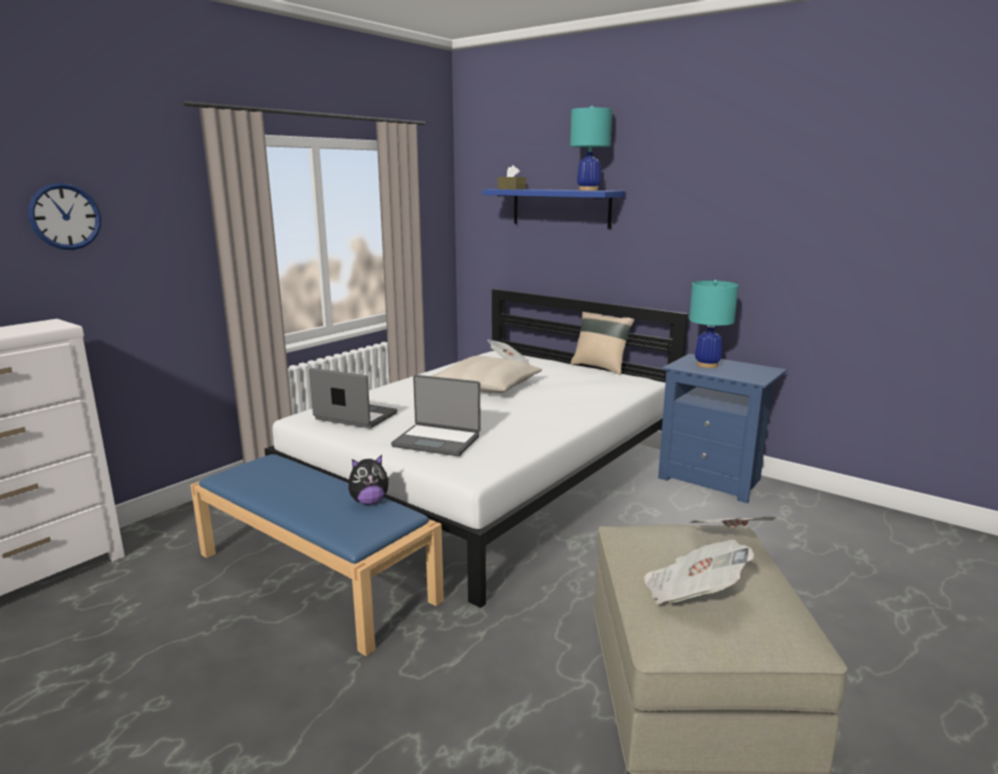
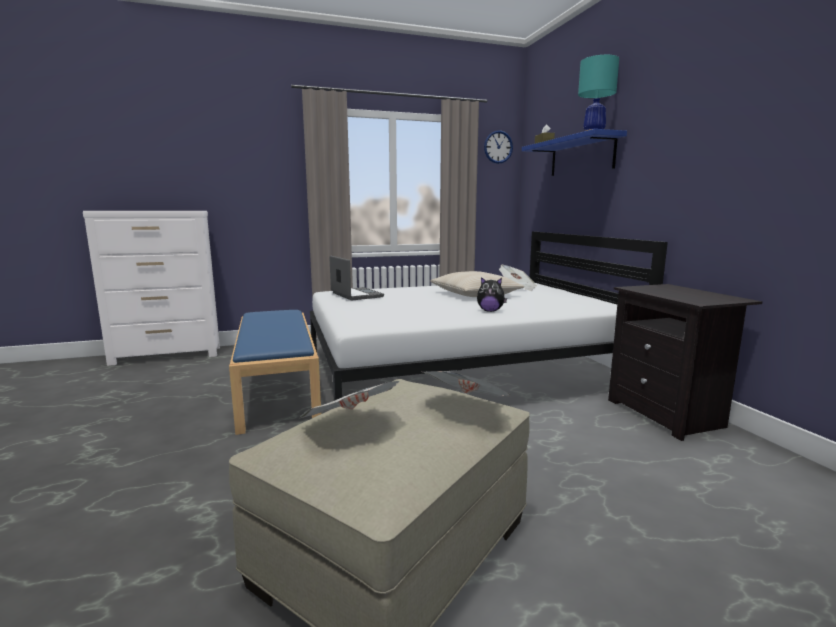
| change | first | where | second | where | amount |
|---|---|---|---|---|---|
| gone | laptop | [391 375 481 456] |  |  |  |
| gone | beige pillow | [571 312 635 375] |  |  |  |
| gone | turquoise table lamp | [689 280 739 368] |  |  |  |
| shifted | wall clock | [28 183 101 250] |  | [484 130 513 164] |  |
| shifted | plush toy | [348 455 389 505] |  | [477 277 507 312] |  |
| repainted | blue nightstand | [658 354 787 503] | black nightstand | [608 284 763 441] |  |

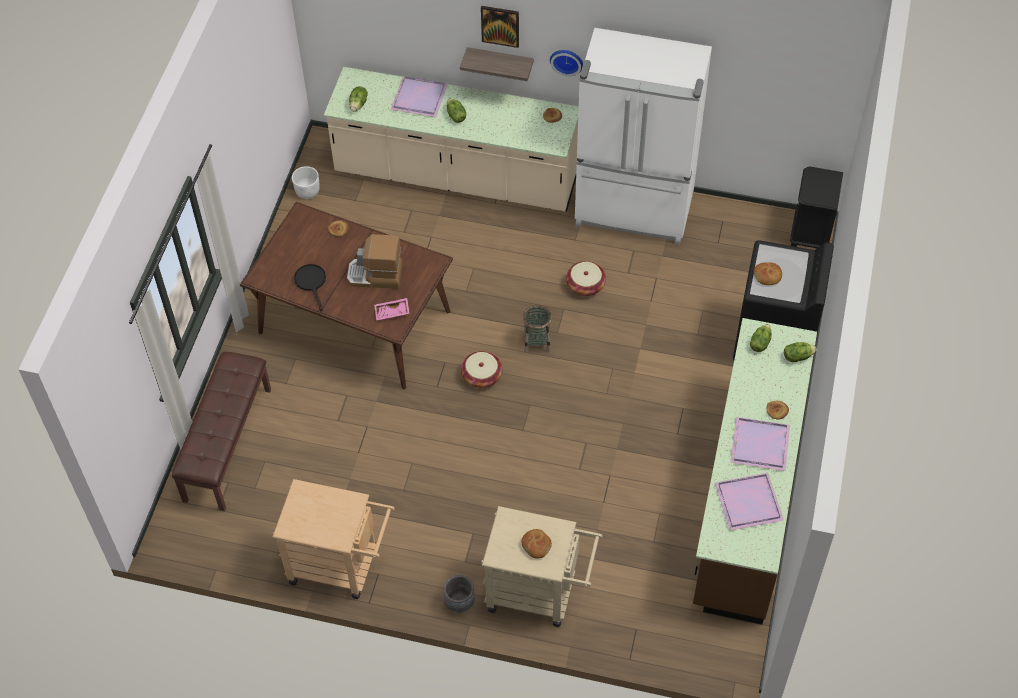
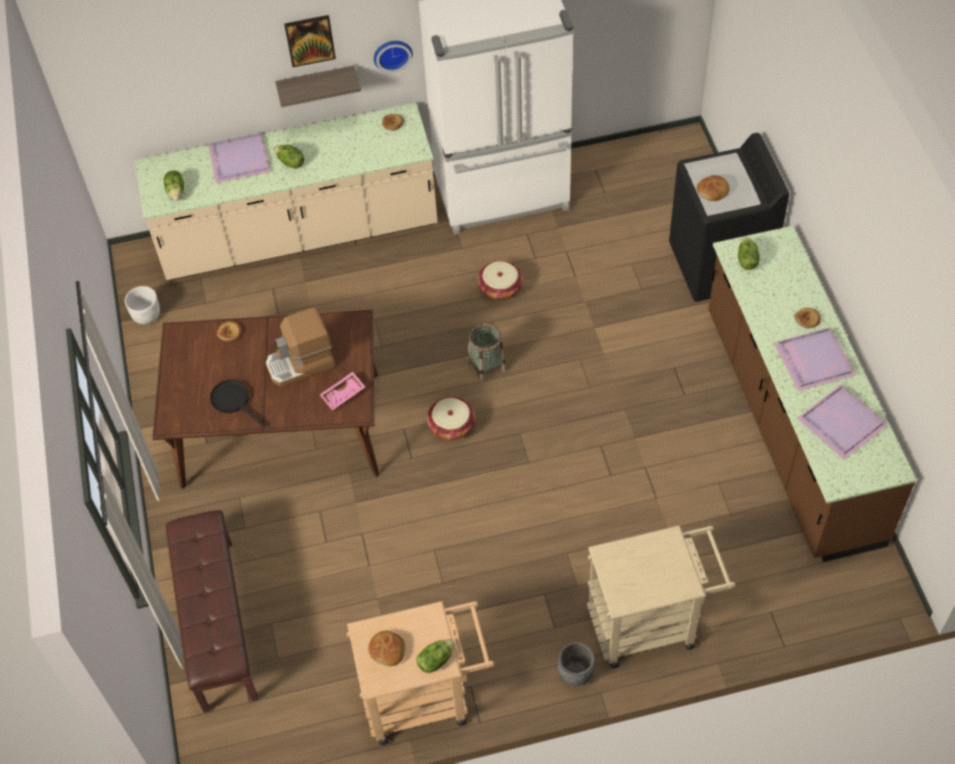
| change | first | where | second | where | amount |
|---|---|---|---|---|---|
| gone | black nightstand | [790 166 843 248] |  |  |  |
| shifted | bread | [521 529 552 559] |  | [368 631 405 666] |  |
| shifted | lettuce | [784 342 817 362] |  | [416 639 455 673] |  |

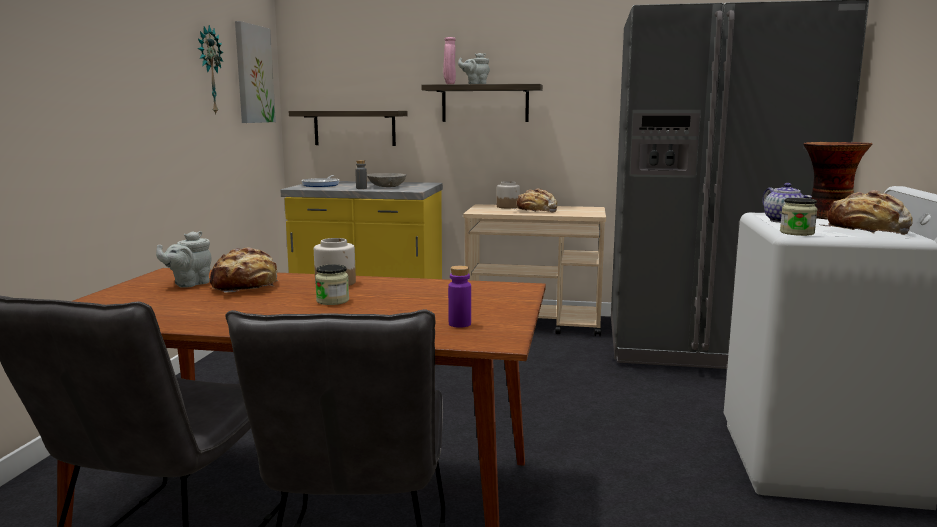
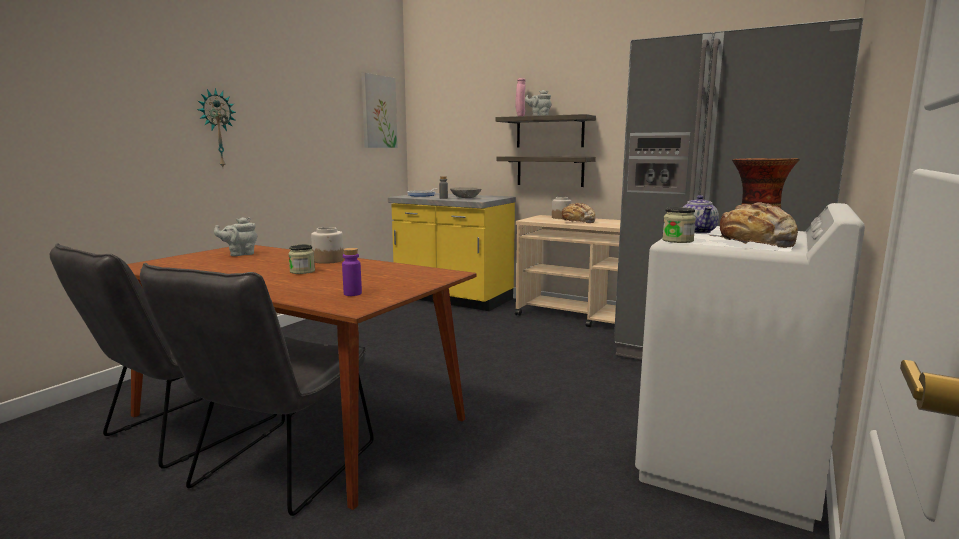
| change | first | where | second | where | amount |
|---|---|---|---|---|---|
| gone | bread | [210 248 278 293] |  |  |  |
| shifted | wall clock | [198 25 223 114] |  | [197 88 236 167] |  |
| shifted | shelf | [289 111 408 146] |  | [496 156 596 187] |  |

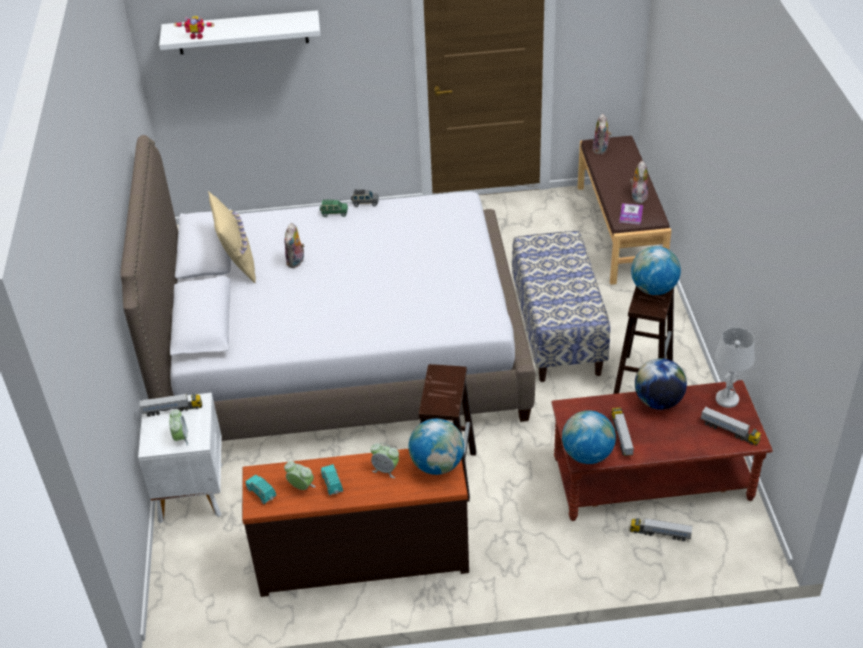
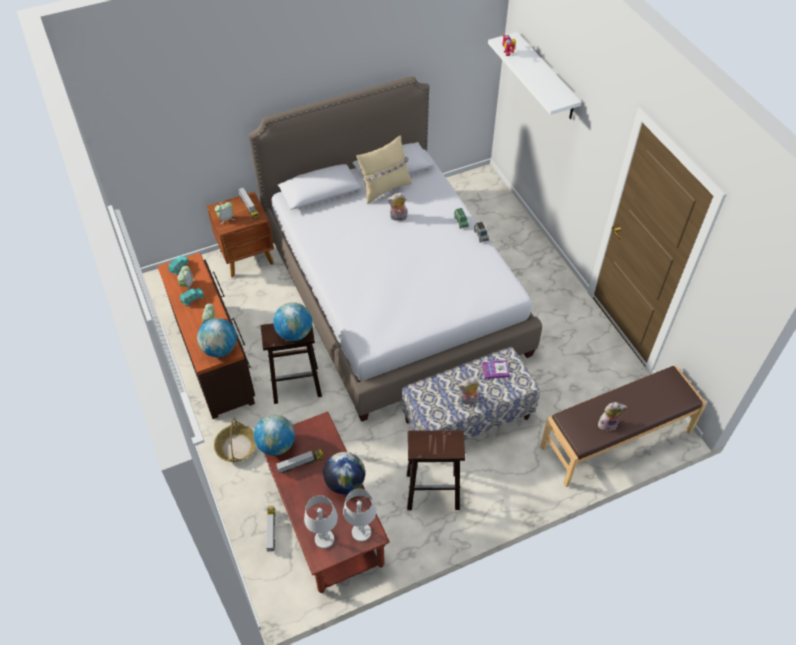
| change | first | where | second | where | amount |
|---|---|---|---|---|---|
| new |  |  | basket | [214 418 256 462] |  |
| shifted | plush toy | [592 114 612 155] |  | [458 378 480 405] |  |
| shifted | book | [619 203 643 225] |  | [482 360 510 379] |  |
| shifted | globe | [631 246 681 295] |  | [273 302 312 341] |  |
| swapped | toy truck | [701 407 761 446] | white table lamp | [304 495 338 549] |  |
| repainted | white nightstand | [138 393 223 523] | brown nightstand | [207 192 274 277] |  |

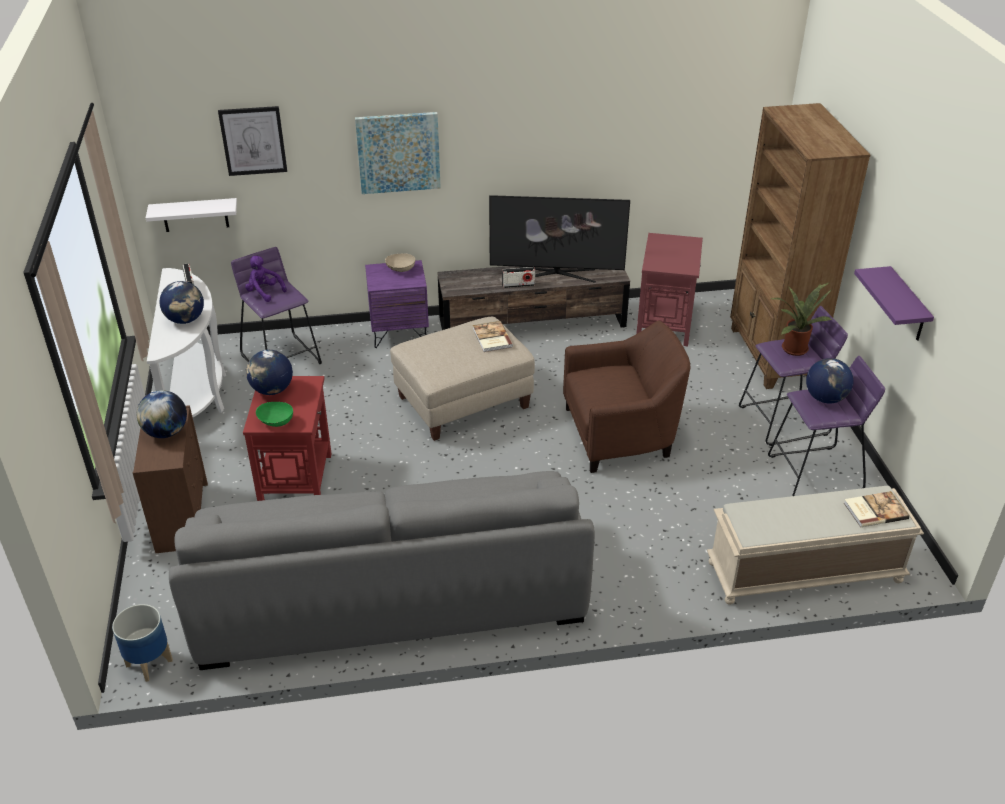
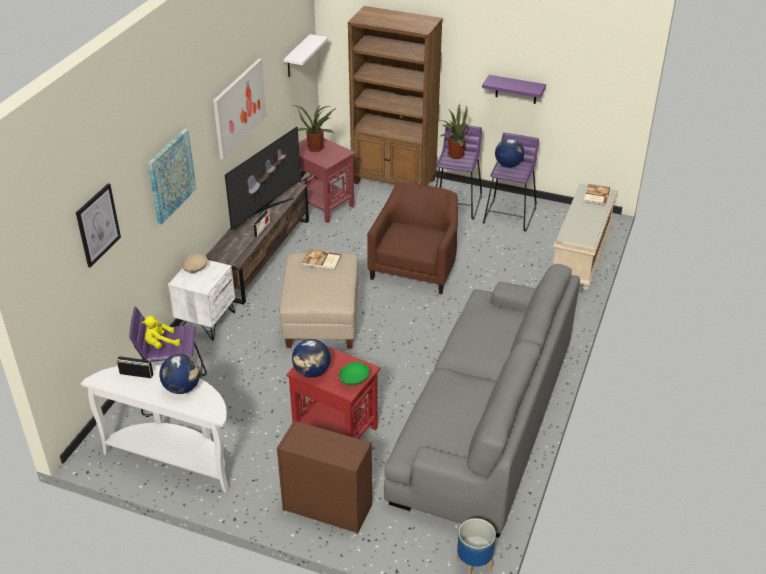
| change | first | where | second | where | amount |
|---|---|---|---|---|---|
| gone | globe | [137 390 187 438] |  |  |  |
| new |  |  | picture | [213 59 267 159] |  |
| new |  |  | potted plant | [293 105 336 152] |  |
| shifted | white shelf | [146 198 237 232] |  | [284 34 328 77] |  |
| repainted | purple plush toy | [245 256 287 302] | yellow plush toy | [142 316 180 349] |  |
| repainted | purple nightstand | [365 260 429 348] | white nightstand | [168 260 235 340] |  |

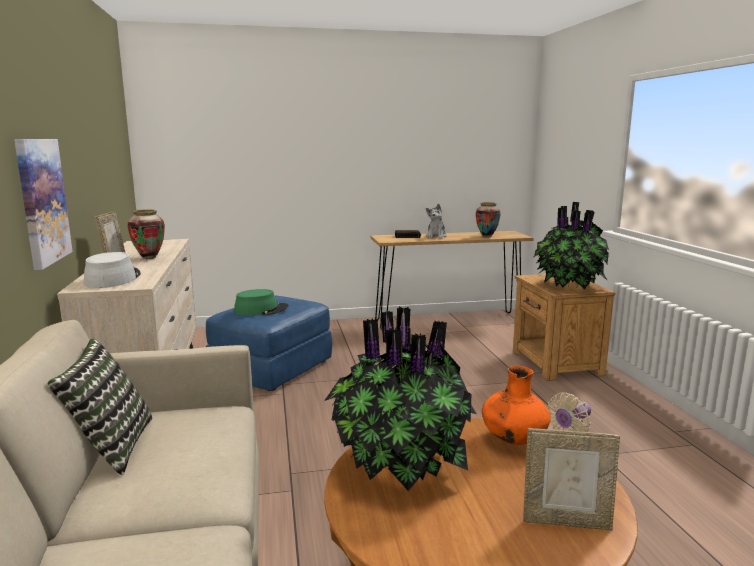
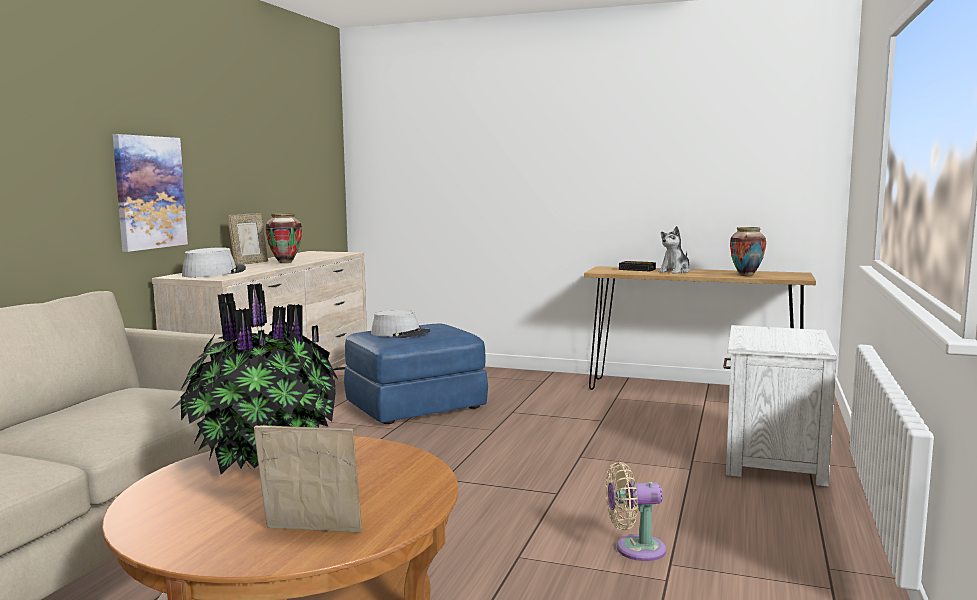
| change | first | where | second | where | amount |
|---|---|---|---|---|---|
| gone | pillow | [48 339 153 476] |  |  |  |
| gone | orange vase | [482 366 551 445] |  |  |  |
| gone | potted plant | [534 202 609 289] |  |  |  |
| repainted | green hat | [234 289 289 316] | grey hat | [371 310 431 338] |  |
| repainted | brown nightstand | [513 274 615 381] | white nightstand | [723 325 837 487] |  |
| rotated | picture frame | [523 428 620 531] |  | [254 425 362 533] | 150 degrees clockwise |

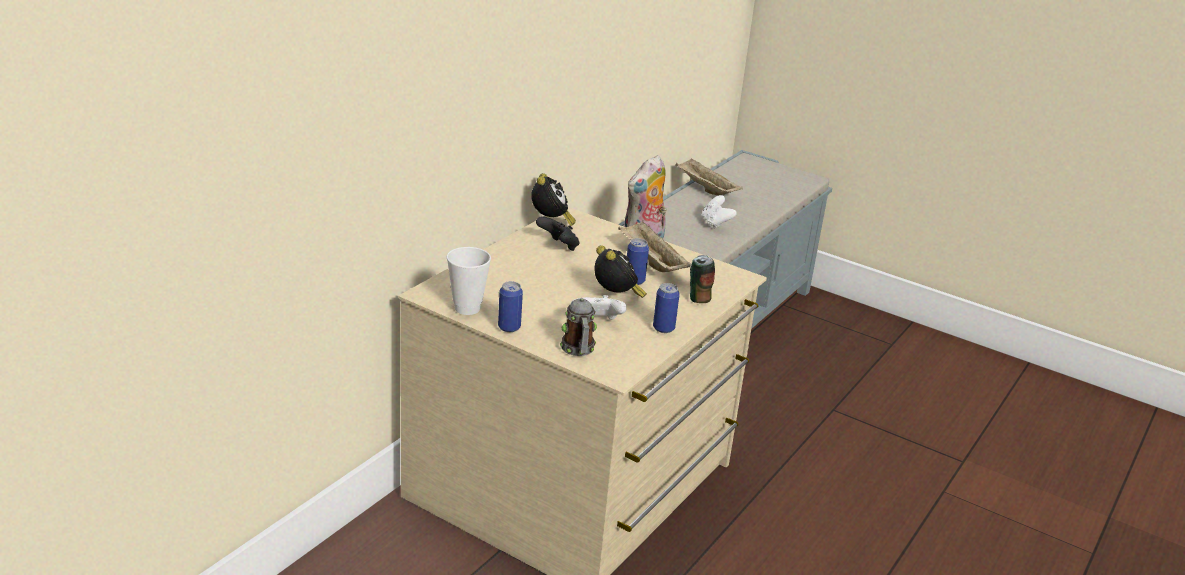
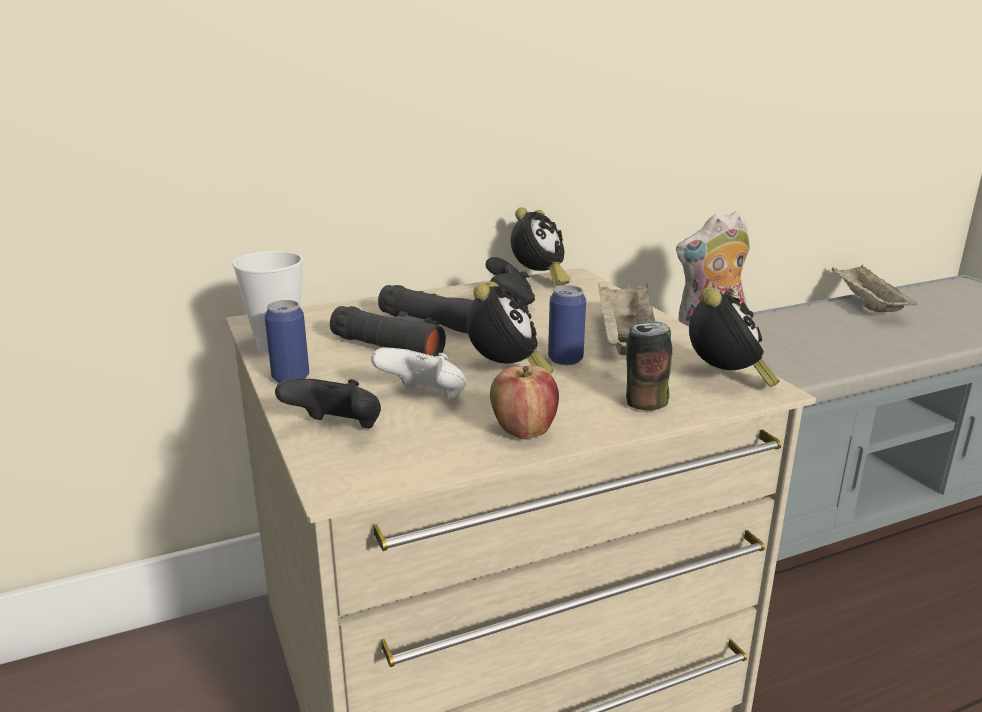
| change | first | where | second | where | amount |
|---|---|---|---|---|---|
| gone | white game controller | [702 195 737 229] |  |  |  |
| new |  |  | black binoculars | [330 285 474 356] |  |
| new |  |  | alarm clock | [689 287 780 387] |  |
| swapped | mug | [560 298 597 356] | black game controller | [275 379 381 428] |  |
| swapped | can | [653 283 680 333] | apple | [490 365 559 439] |  |

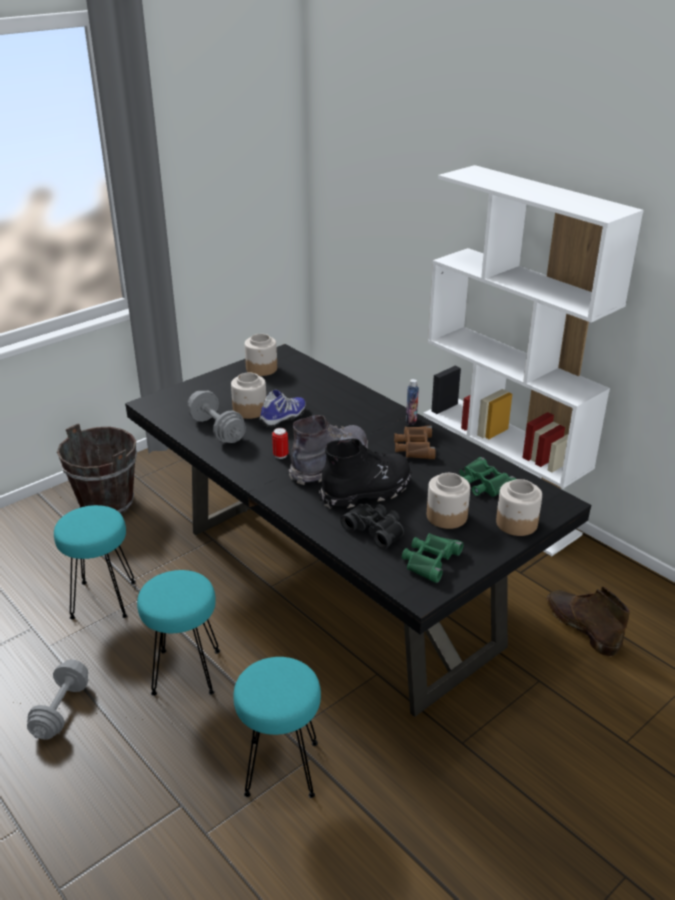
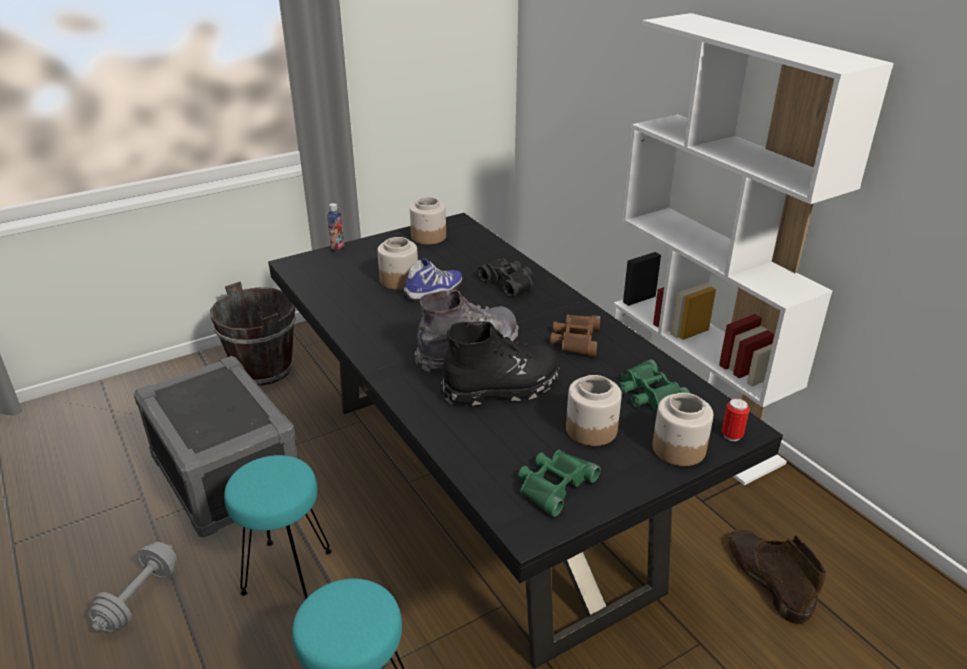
| change | first | where | second | where | amount |
|---|---|---|---|---|---|
| gone | grey dumbbell | [188 391 246 443] |  |  |  |
| shifted | can | [272 428 288 459] |  | [722 398 750 441] |  |
| shifted | black binoculars | [340 504 404 549] |  | [477 259 532 298] |  |
| shifted | bottle | [406 379 419 425] |  | [327 203 345 252] |  |
| swapped | turquoise stool | [54 505 136 619] | grey storage box | [134 356 298 538] |  |

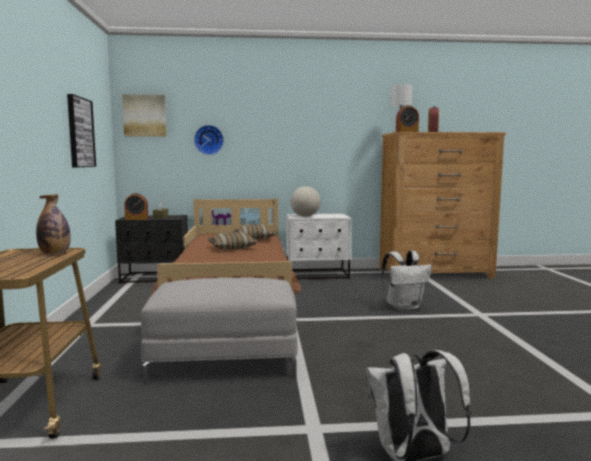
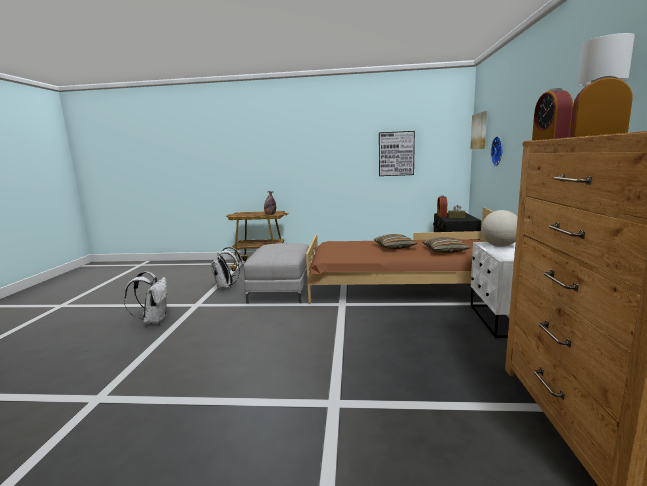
| change | first | where | second | where | amount |
|---|---|---|---|---|---|
| shifted | white backpack | [382 250 432 311] |  | [211 247 242 290] |  |

